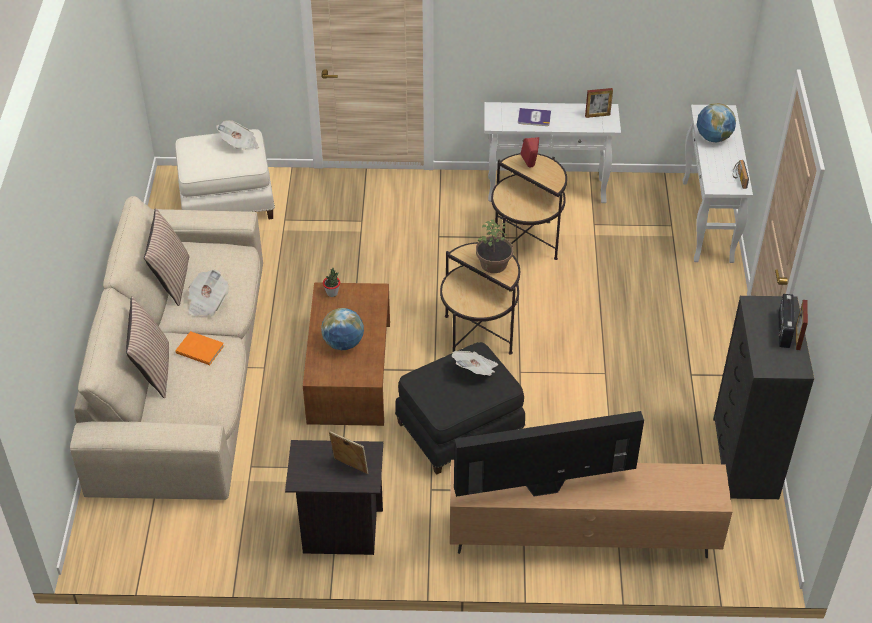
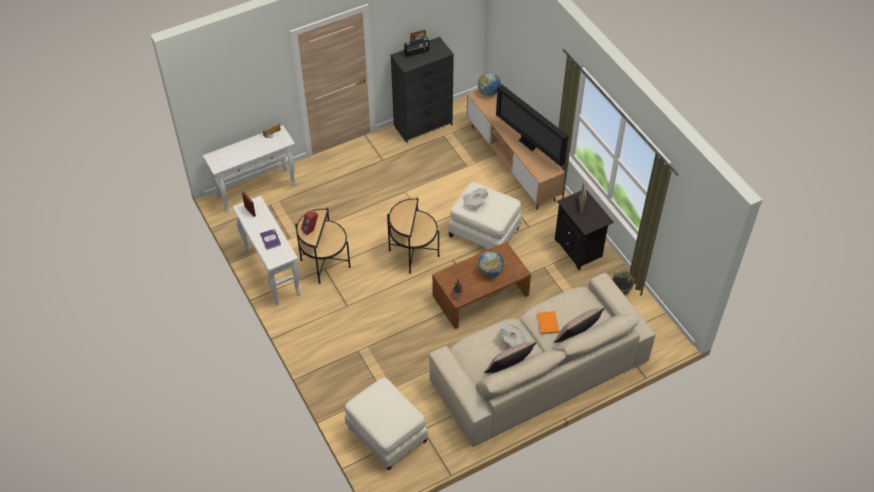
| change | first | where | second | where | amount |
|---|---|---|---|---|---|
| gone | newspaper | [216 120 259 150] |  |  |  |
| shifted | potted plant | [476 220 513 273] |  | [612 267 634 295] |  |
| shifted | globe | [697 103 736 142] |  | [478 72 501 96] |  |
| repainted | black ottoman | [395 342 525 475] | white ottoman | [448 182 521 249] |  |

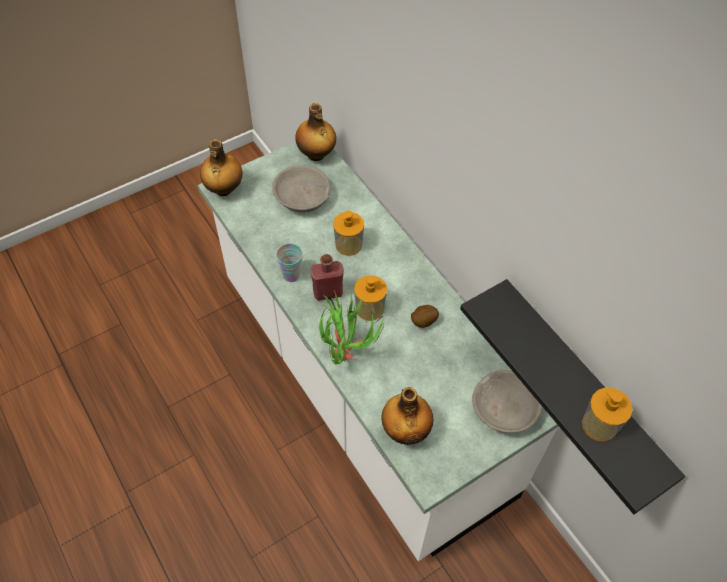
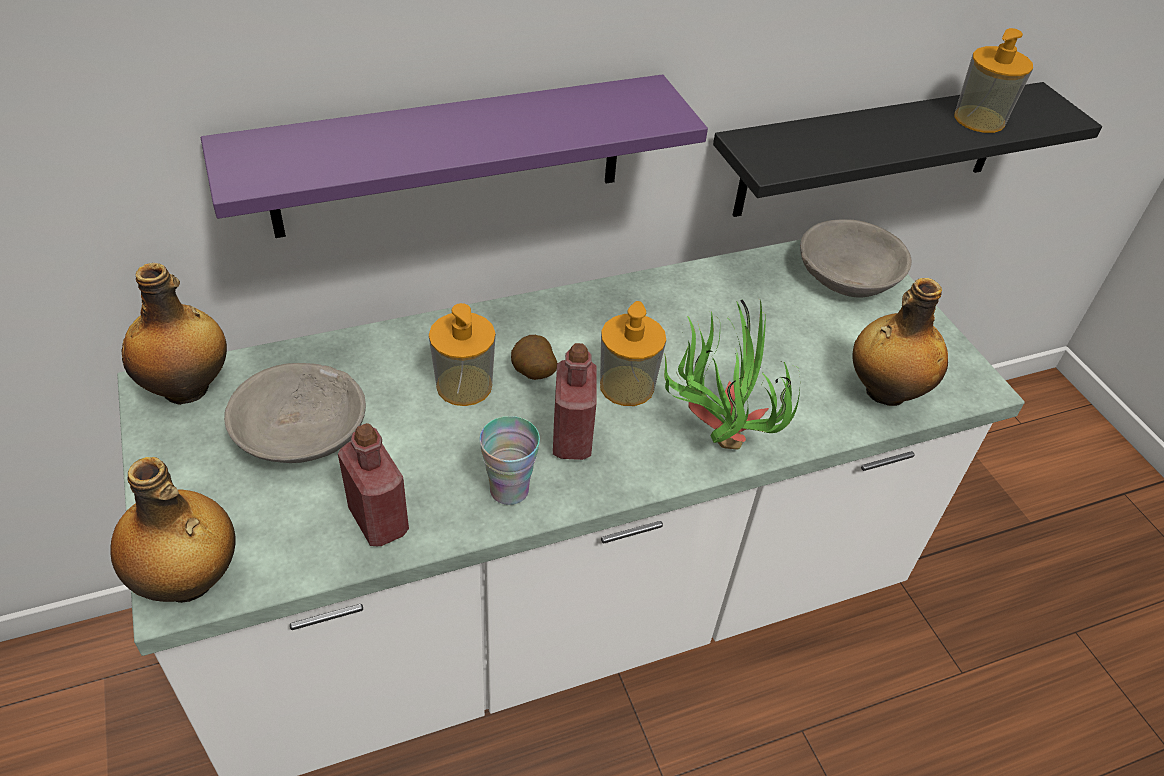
| change | first | where | second | where | amount |
|---|---|---|---|---|---|
| new |  |  | purple shelf | [201 74 708 238] |  |
| new |  |  | red bottle | [338 423 409 546] |  |
| shifted | potato | [411 305 439 328] |  | [511 335 557 380] |  |

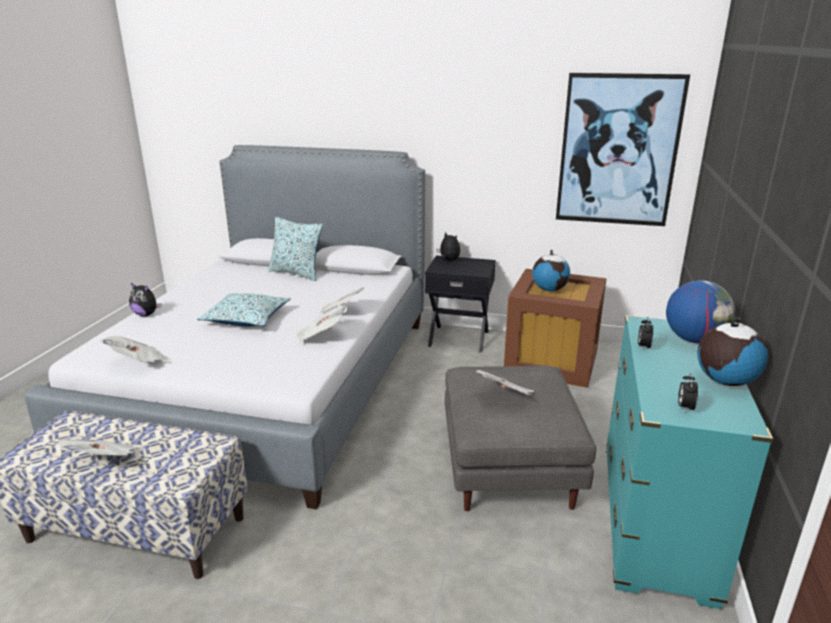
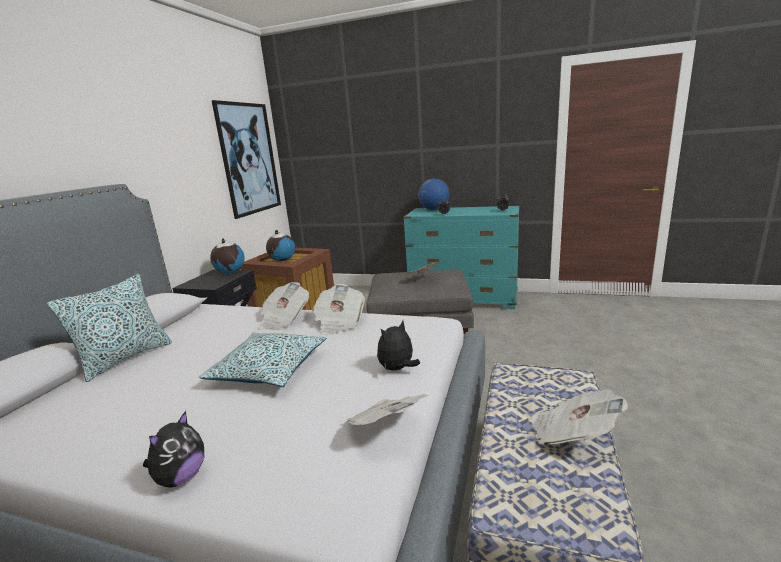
| change | first | where | second | where | amount |
|---|---|---|---|---|---|
| shifted | plush toy | [437 232 460 261] |  | [377 321 420 371] |  |
| shifted | globe | [697 318 768 386] |  | [210 238 245 274] |  |

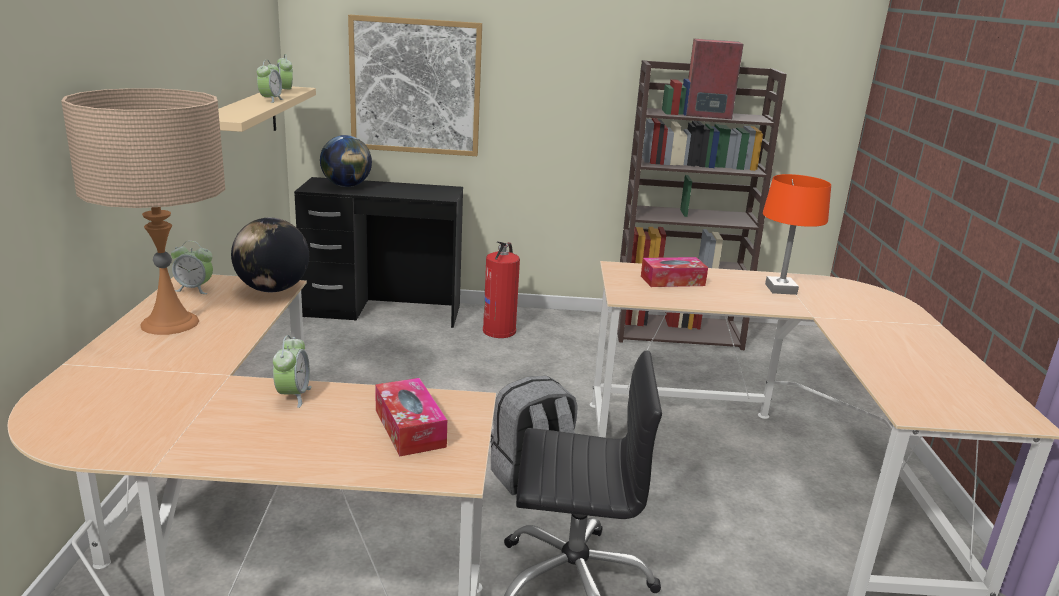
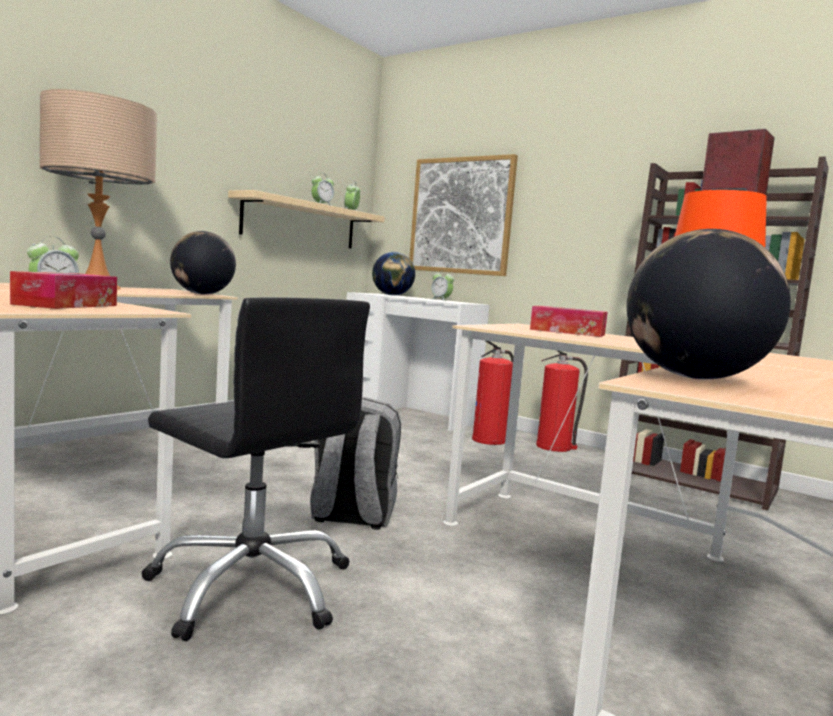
| change | first | where | second | where | amount |
|---|---|---|---|---|---|
| new |  |  | fire extinguisher | [536 350 588 452] |  |
| new |  |  | globe | [627 229 791 379] |  |
| shifted | alarm clock | [171 241 213 294] |  | [431 270 454 301] |  |
| repainted | black desk | [294 177 463 328] | white desk | [347 292 490 431] |  |

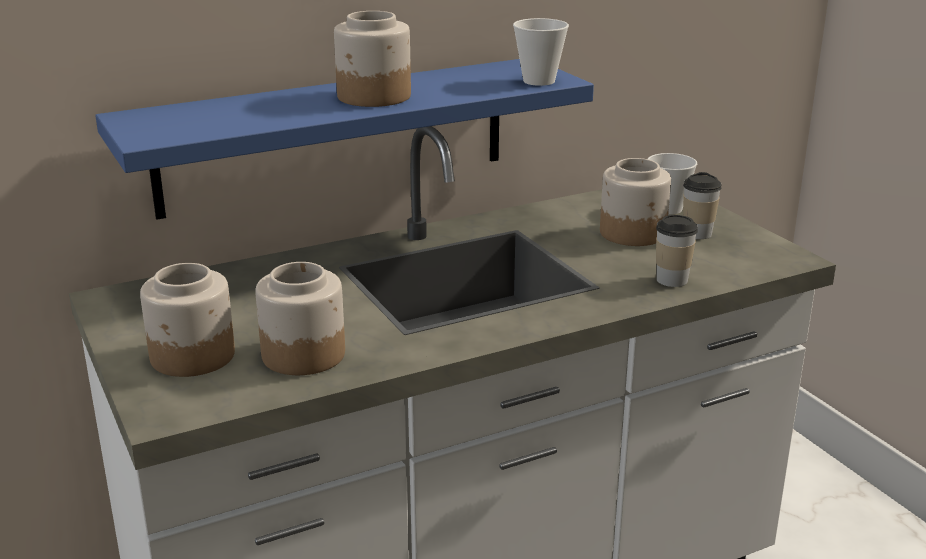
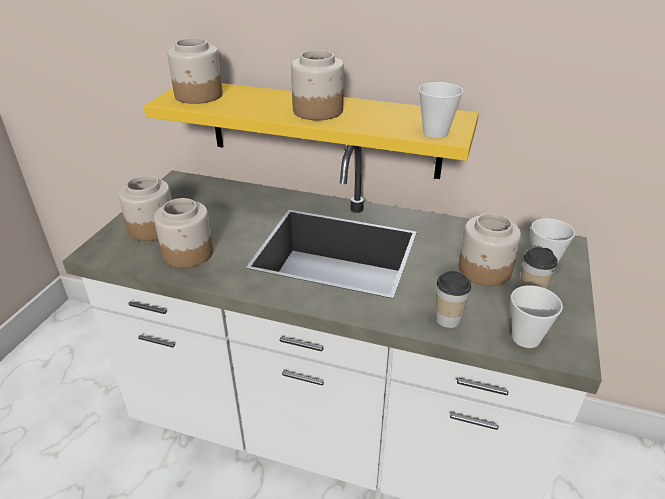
| change | first | where | second | where | amount |
|---|---|---|---|---|---|
| new |  |  | jar | [167 38 223 104] |  |
| new |  |  | cup | [511 285 563 348] |  |
| repainted | blue shelf | [95 59 594 220] | yellow shelf | [144 83 479 179] |  |

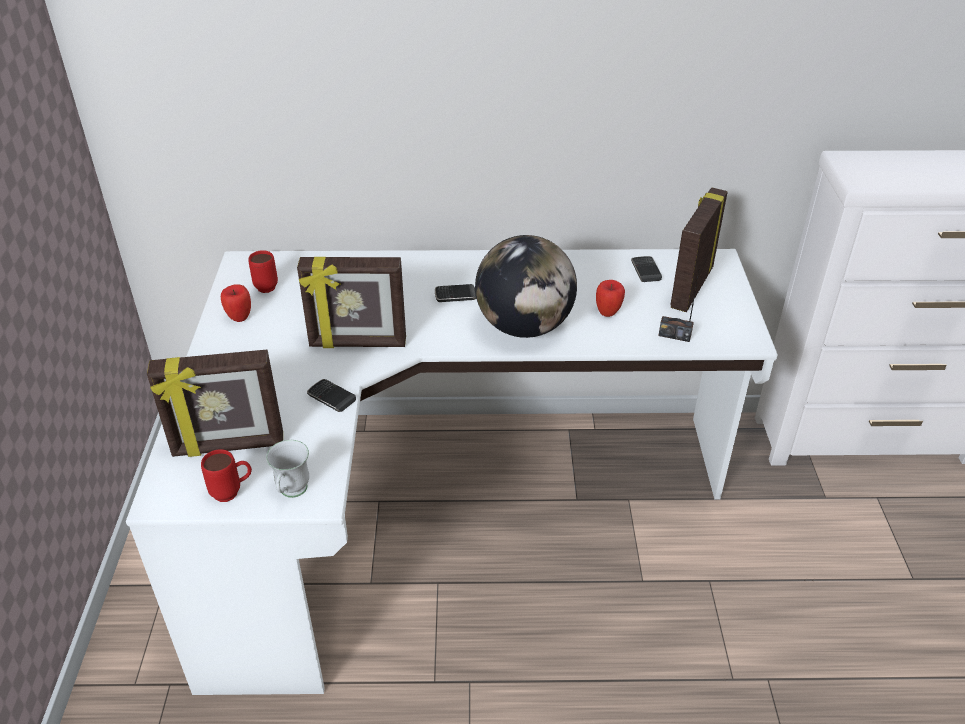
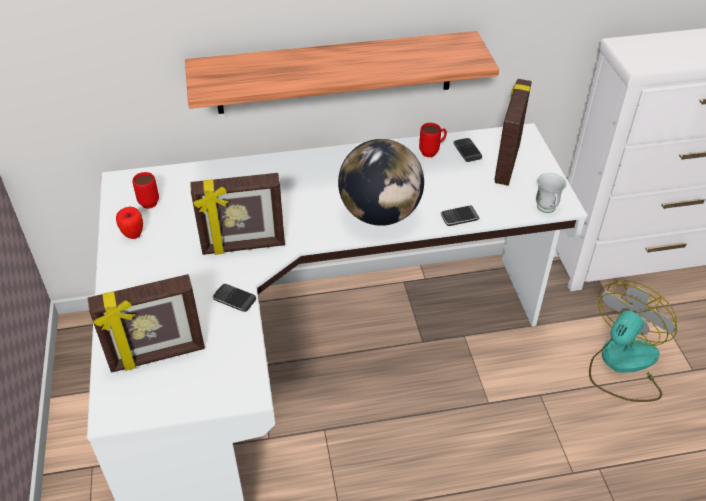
| change | first | where | second | where | amount |
|---|---|---|---|---|---|
| gone | apple | [596 280 625 317] |  |  |  |
| gone | radio | [659 267 700 342] |  |  |  |
| new |  |  | shelf | [185 31 499 114] |  |
| new |  |  | fan | [589 280 677 402] |  |
| shifted | red mug | [201 449 252 502] |  | [419 123 447 157] |  |
| shifted | white mug | [266 440 309 498] |  | [536 173 566 213] |  |
| shifted | phone | [435 284 476 302] |  | [441 205 480 226] |  |

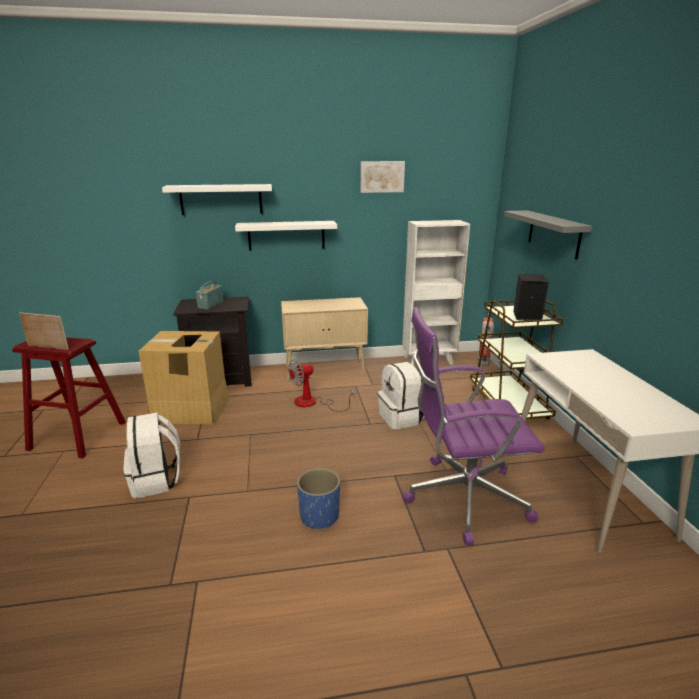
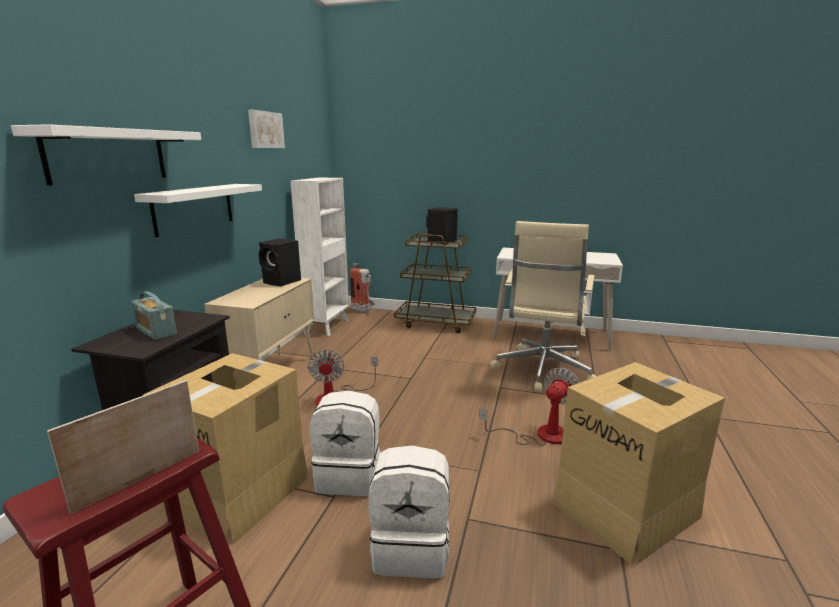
| change | first | where | second | where | amount |
|---|---|---|---|---|---|
| gone | grey shelf | [504 210 592 259] |  |  |  |
| new |  |  | black speaker | [259 238 301 286] |  |
| new |  |  | cardboard box | [553 362 725 564] |  |
| shifted | white backpack | [378 362 424 429] |  | [310 391 381 496] |  |
| swapped | blue planter | [297 468 340 529] | fan | [479 368 580 446] |  |
| repainted | purple office chair | [402 307 545 545] | beige office chair | [490 221 597 392] |  |

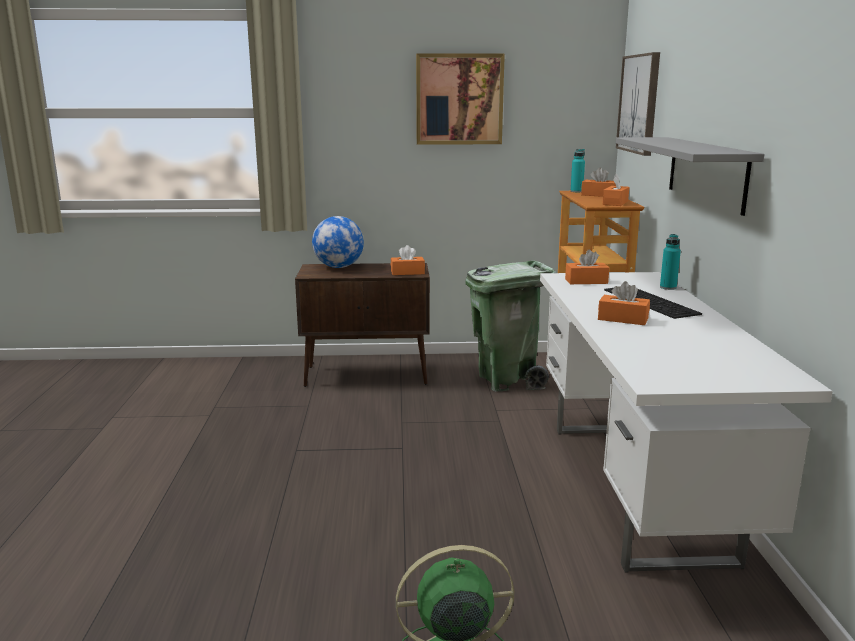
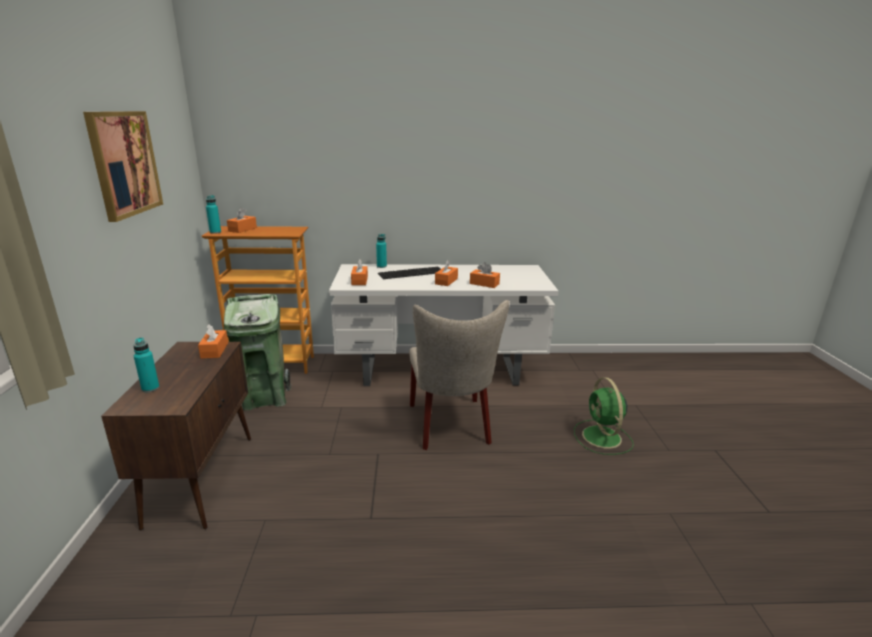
| change | first | where | second | where | amount |
|---|---|---|---|---|---|
| gone | picture | [616 52 660 156] |  |  |  |
| gone | grey shelf | [616 137 764 216] |  |  |  |
| new |  |  | beige chair | [409 300 510 450] |  |
| shifted | orange tissue box | [602 173 629 206] |  | [470 262 500 288] |  |
| swapped | globe | [312 216 364 268] | turquoise bottle | [133 338 160 392] |  |

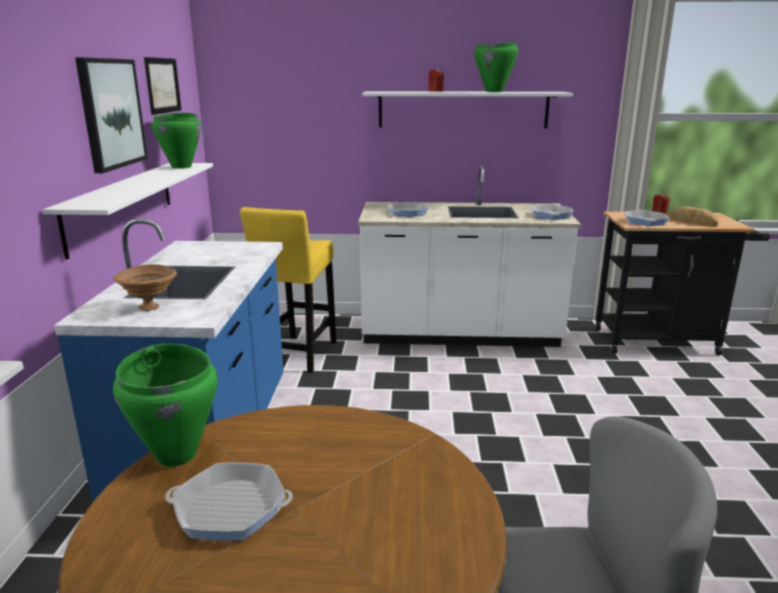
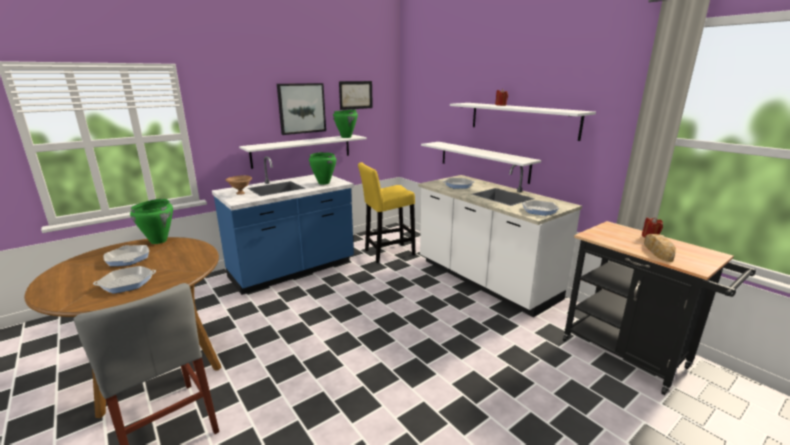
| change | first | where | second | where | amount |
|---|---|---|---|---|---|
| new |  |  | white shelf | [421 142 541 184] |  |
| shifted | green cooking pot | [474 42 518 92] |  | [309 152 336 185] |  |
| shifted | frying pan | [624 210 670 226] |  | [93 266 156 294] |  |

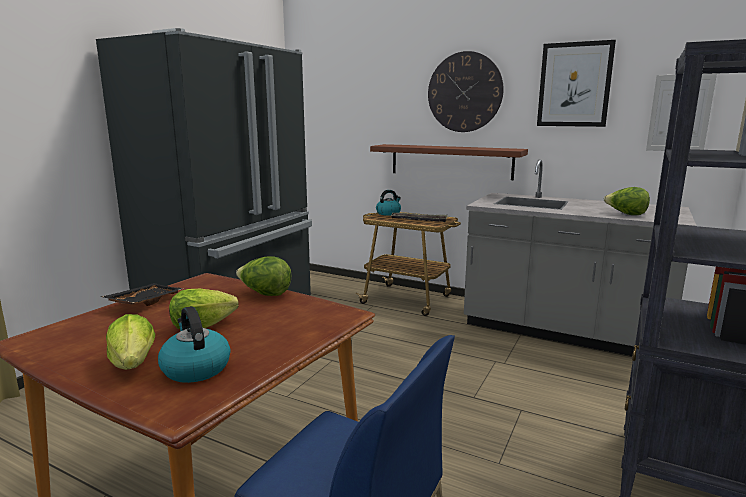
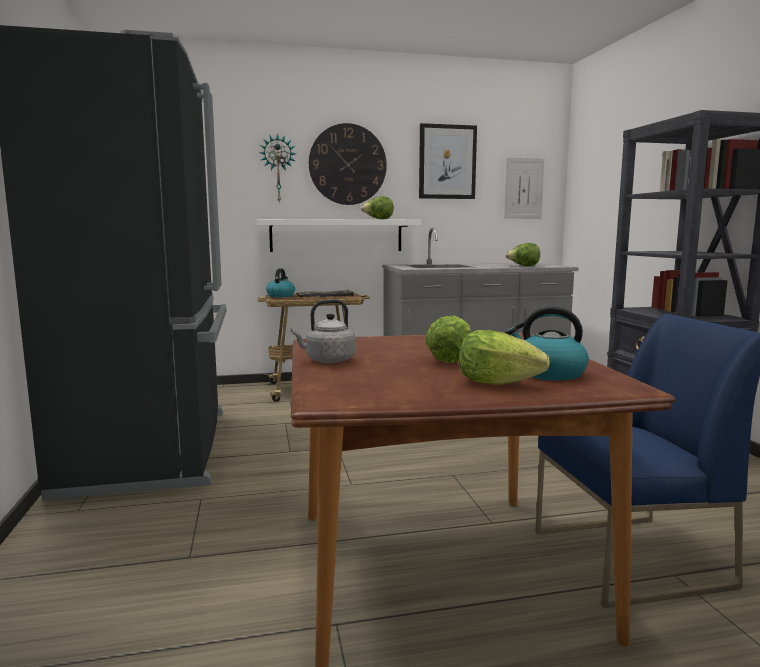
| change | first | where | second | where | amount |
|---|---|---|---|---|---|
| new |  |  | wall clock | [259 133 296 204] |  |
| shifted | lettuce | [236 256 292 296] |  | [360 196 394 220] |  |
| swapped | black tray | [101 283 183 306] | grey kettle | [291 299 356 363] |  |
| repainted | brown shelf | [370 144 528 180] | white shelf | [257 219 421 252] |  |

